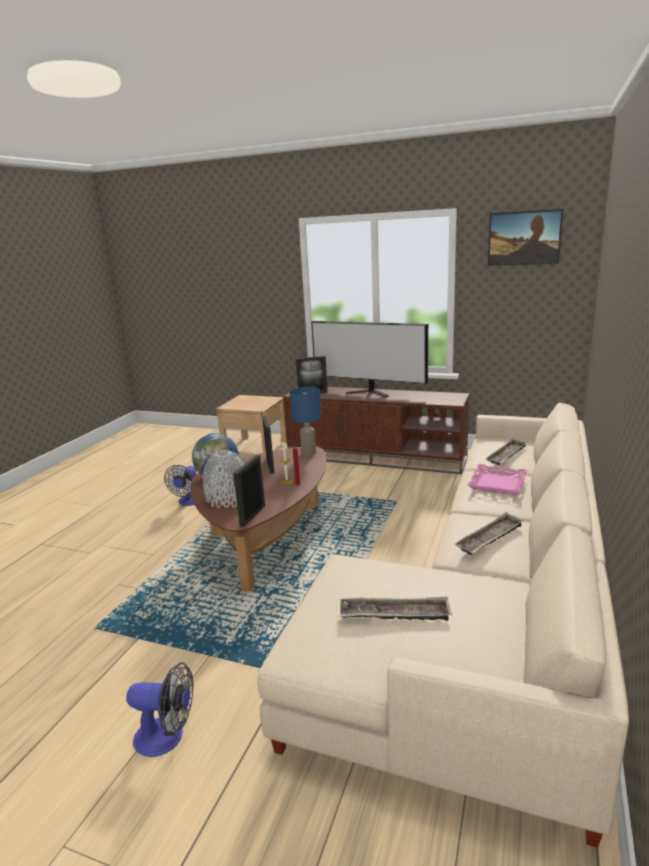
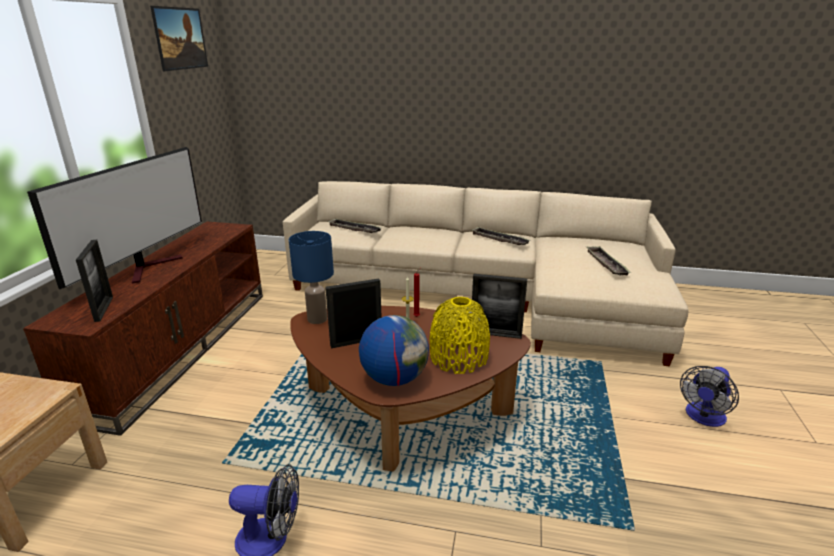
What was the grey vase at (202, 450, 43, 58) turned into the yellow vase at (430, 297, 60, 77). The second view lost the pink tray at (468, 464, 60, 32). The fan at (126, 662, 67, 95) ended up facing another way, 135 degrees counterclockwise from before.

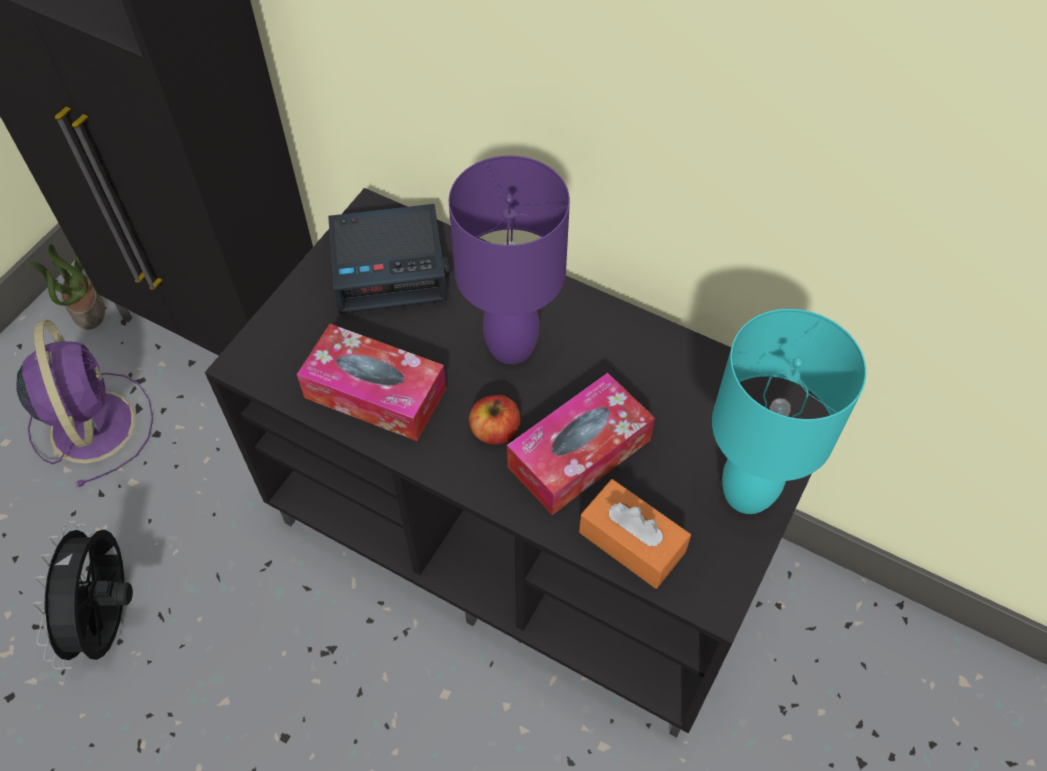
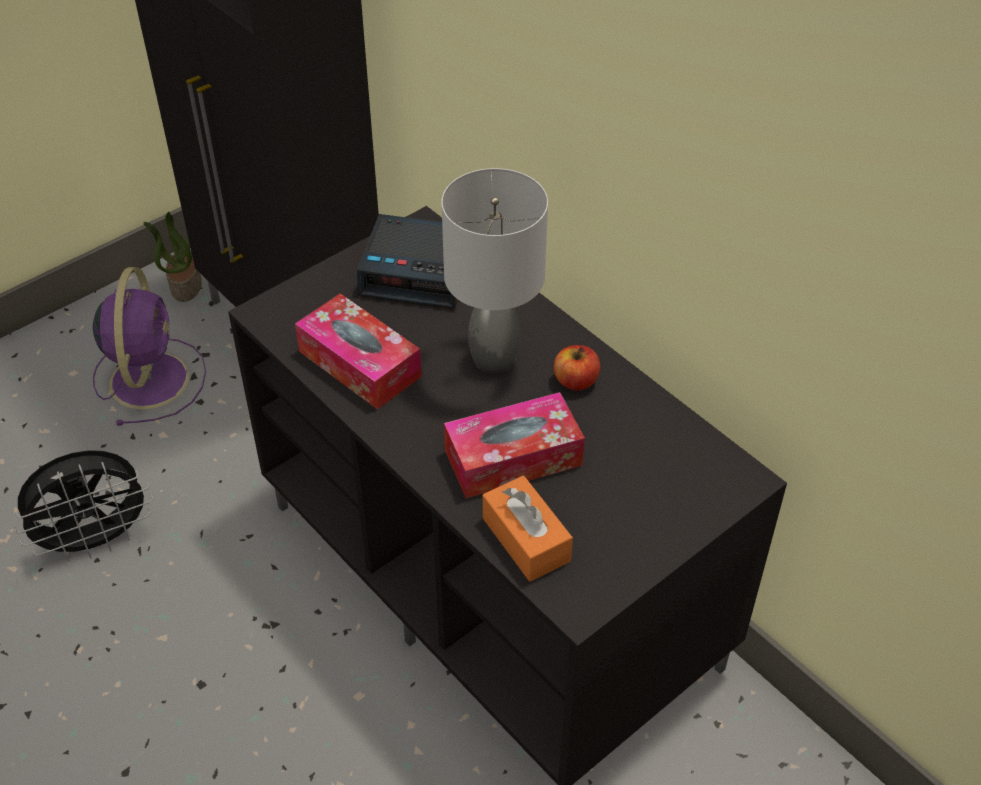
What was the purple table lamp at (449, 156, 121, 208) turned into the grey table lamp at (442, 168, 106, 206). The second view lost the turquoise table lamp at (712, 309, 154, 205). The apple ended up elsewhere, having gone from (469, 395, 52, 50) to (554, 345, 46, 46). The black fan at (32, 521, 101, 148) ended up facing another way, 135 degrees counterclockwise from before.

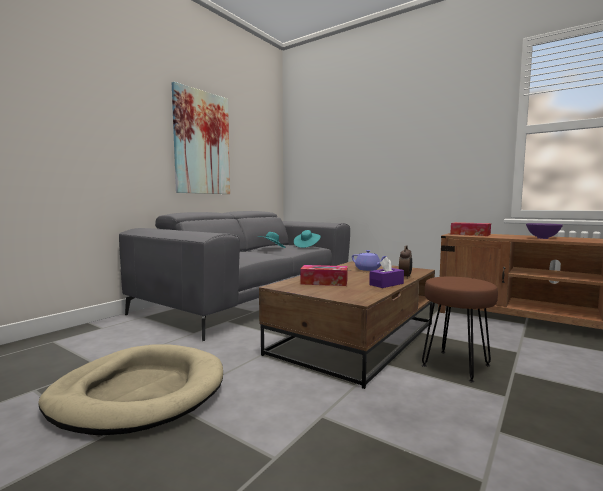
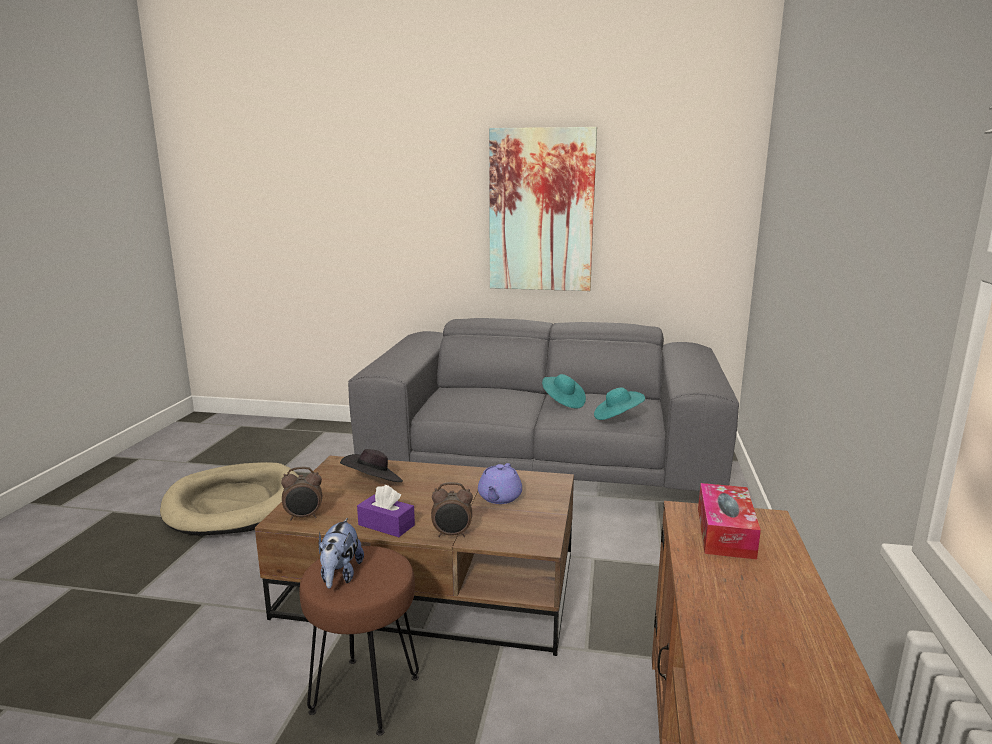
The second view lost the purple bowl at (526, 223, 37, 16). Where the tissue box stood at (300, 265, 48, 21), the black hat came to stand at (340, 449, 63, 33). The second view gained the alarm clock at (281, 467, 41, 53). The second view gained the plush toy at (319, 518, 45, 70).

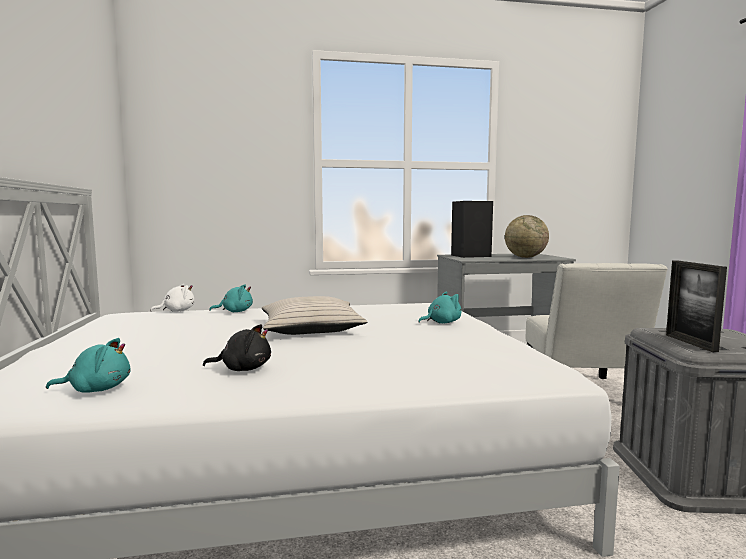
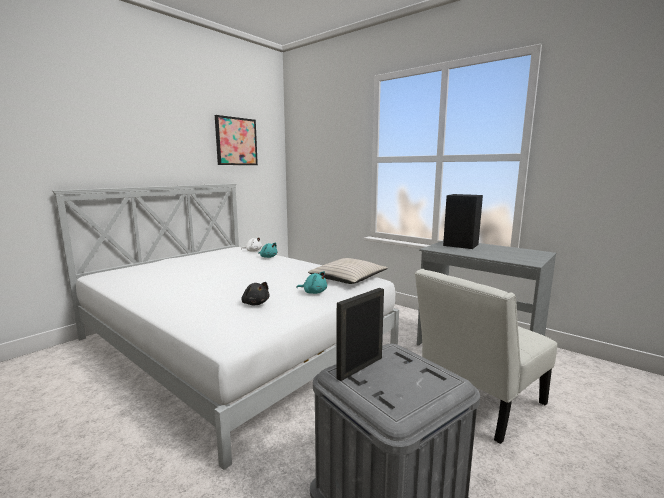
The second view lost the globe at (505, 215, 44, 43). The beige pillow ended up elsewhere, having gone from (262, 296, 106, 39) to (308, 258, 80, 26). The black plush toy ended up elsewhere, having gone from (203, 324, 68, 47) to (241, 282, 29, 23). The second view lost the turquoise plush toy at (46, 338, 85, 55). The second view gained the picture at (215, 115, 43, 50).

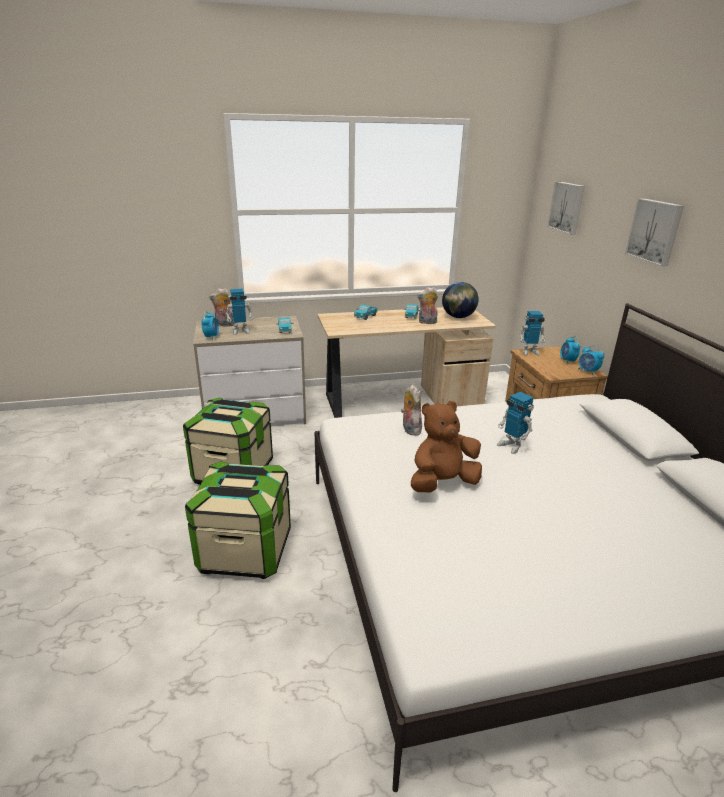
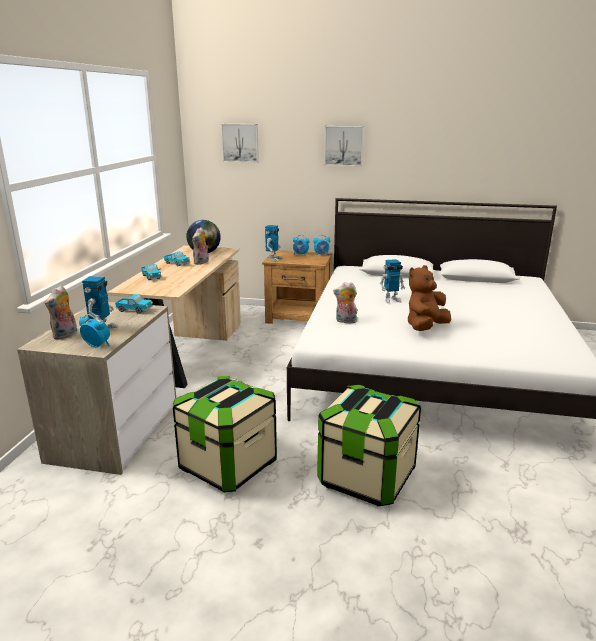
The brown plush toy at (411, 401, 71, 91) ended up facing another way, 45 degrees clockwise from before.

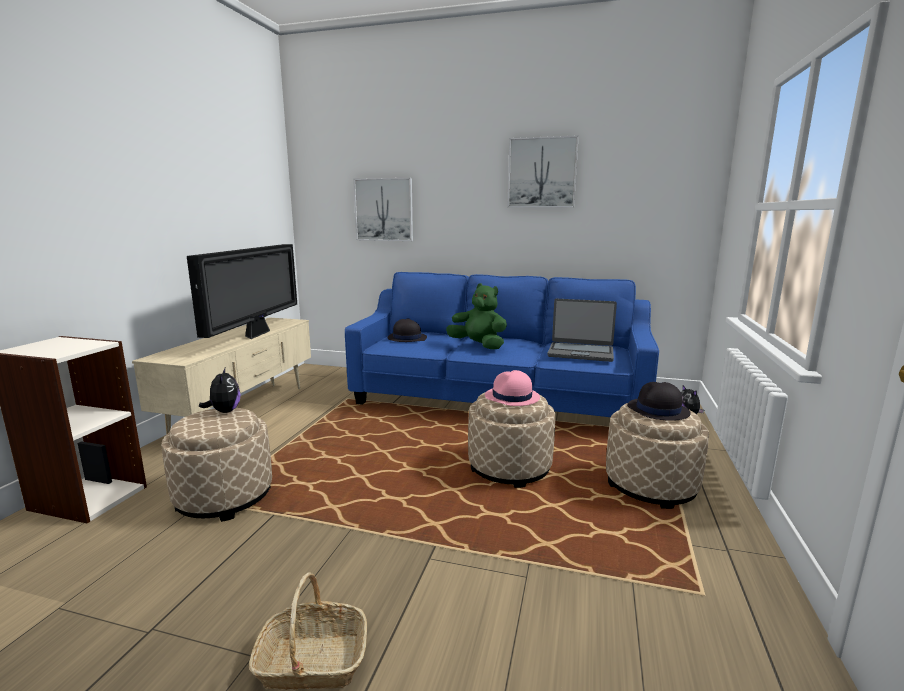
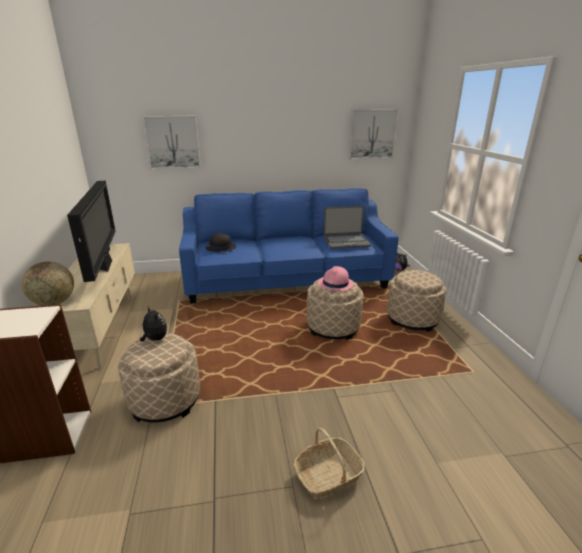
The picture ended up elsewhere, having gone from (507, 135, 72, 73) to (349, 109, 49, 50). The second view lost the green plush toy at (446, 283, 61, 66). The second view lost the black hat at (627, 382, 64, 39). The second view gained the globe at (22, 261, 52, 45).

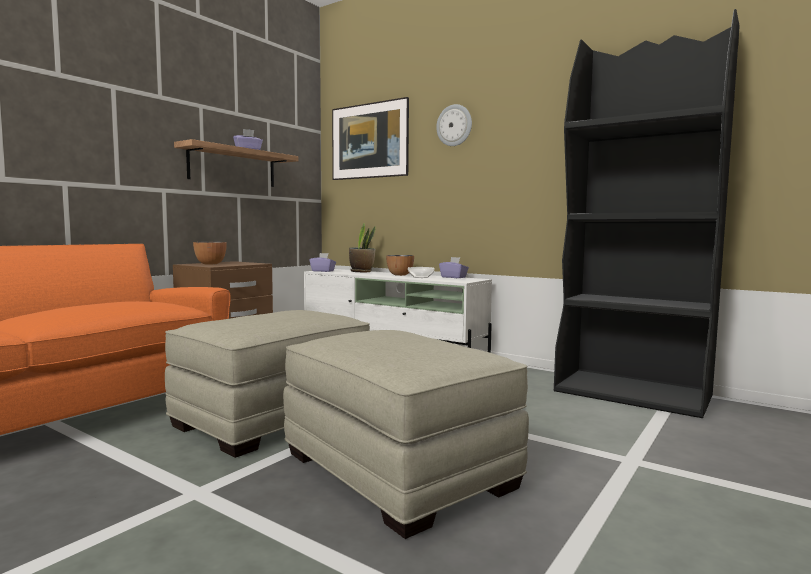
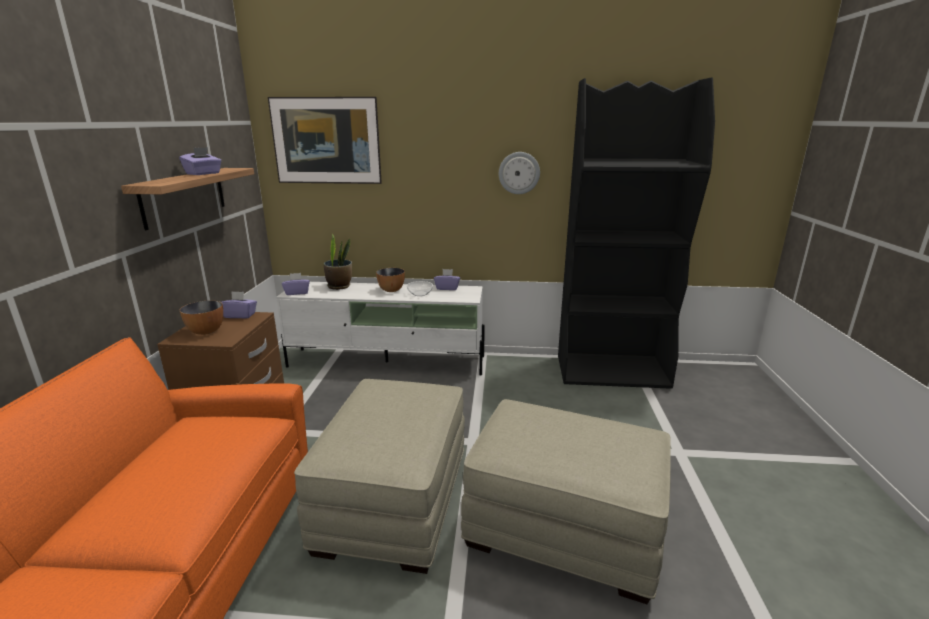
The wall clock ended up elsewhere, having gone from (436, 104, 36, 42) to (499, 152, 41, 42). The second view gained the purple tissue box at (221, 291, 36, 27).

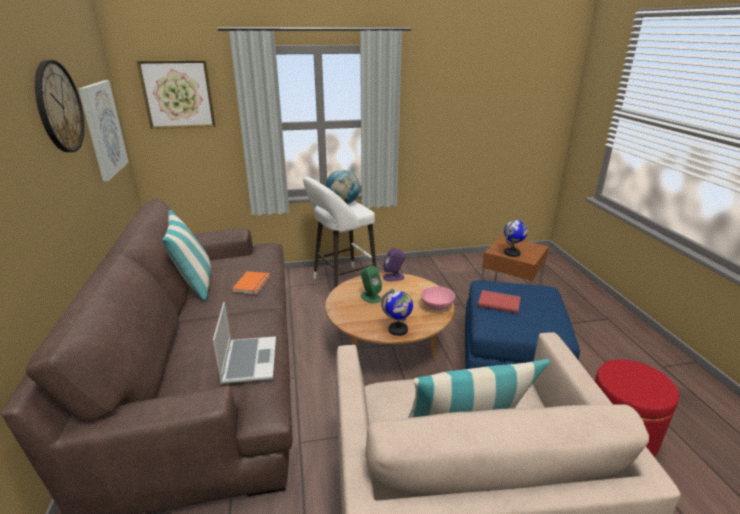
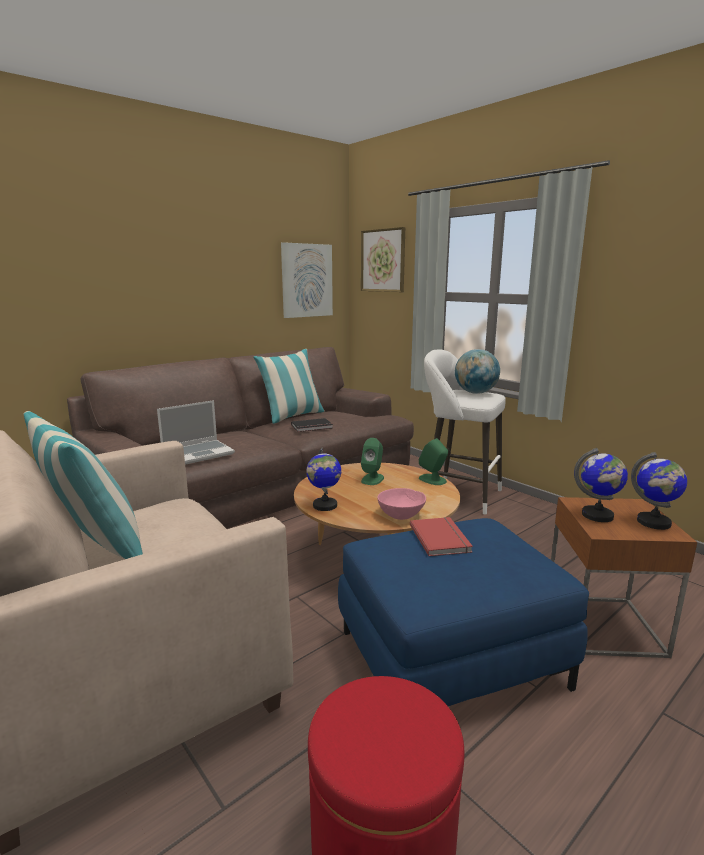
The second view lost the wall clock at (35, 60, 49, 92). What was the purple speaker at (383, 247, 23, 34) turned into the green speaker at (419, 438, 29, 47). What was the orange book at (232, 271, 38, 23) turned into the black book at (291, 418, 42, 14). The second view gained the globe at (631, 452, 56, 78).

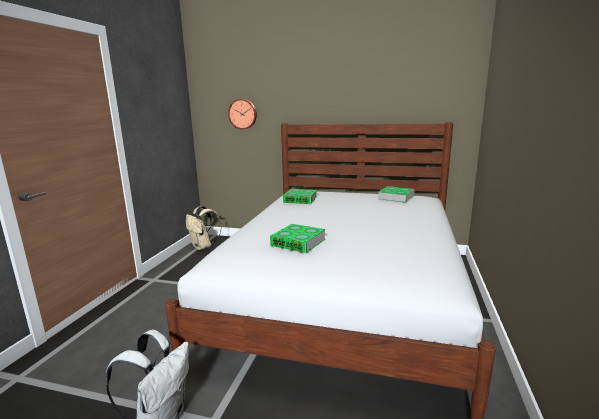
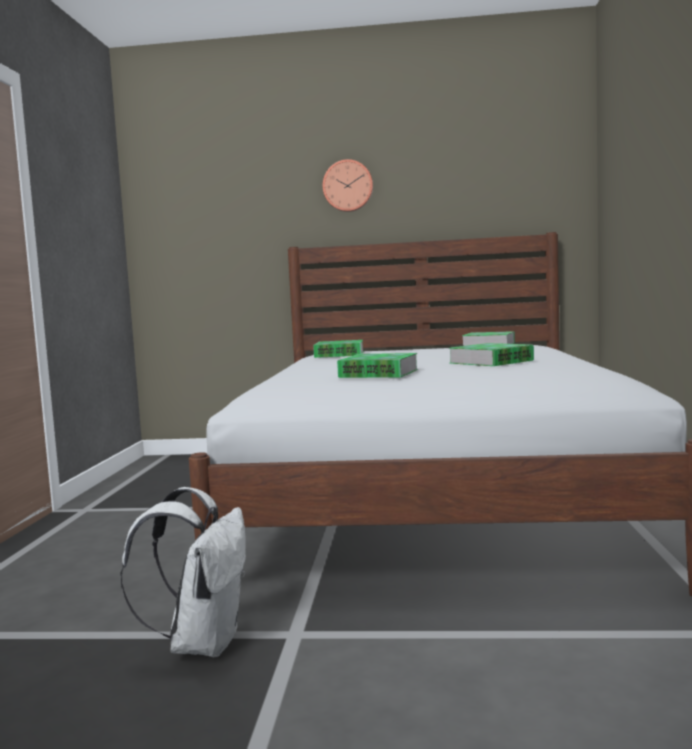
The wall clock ended up elsewhere, having gone from (228, 99, 29, 30) to (322, 159, 51, 53). The second view lost the beige backpack at (186, 206, 36, 44). The second view gained the book at (450, 343, 84, 23).

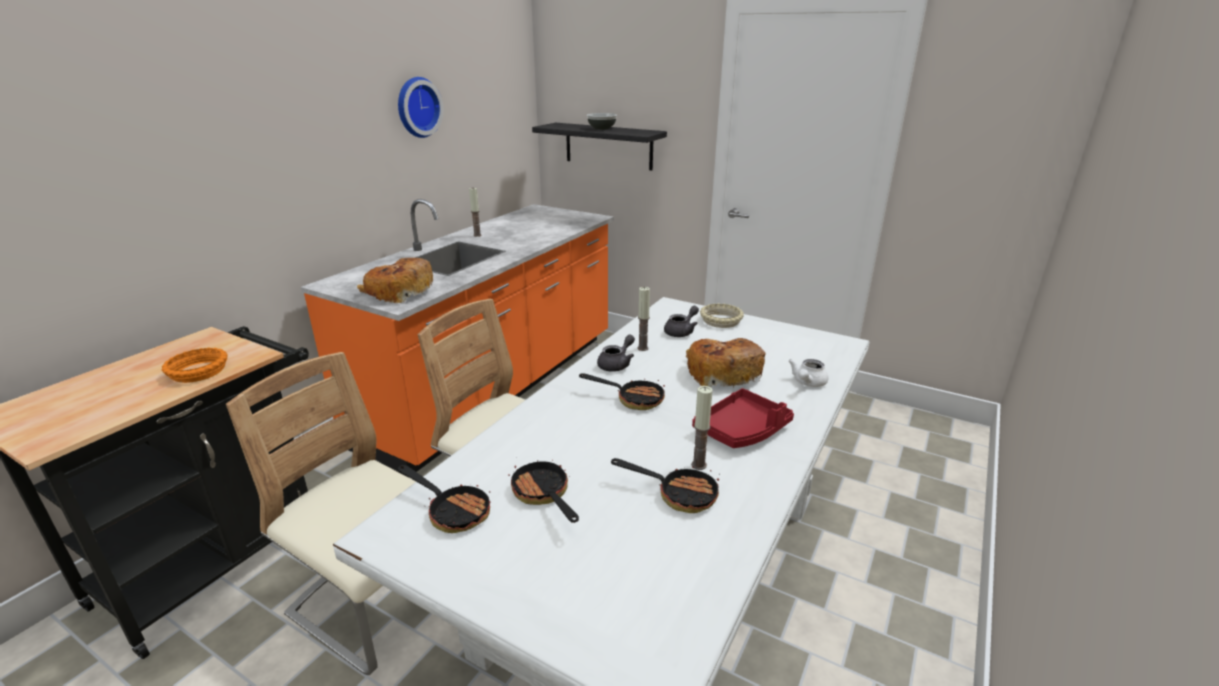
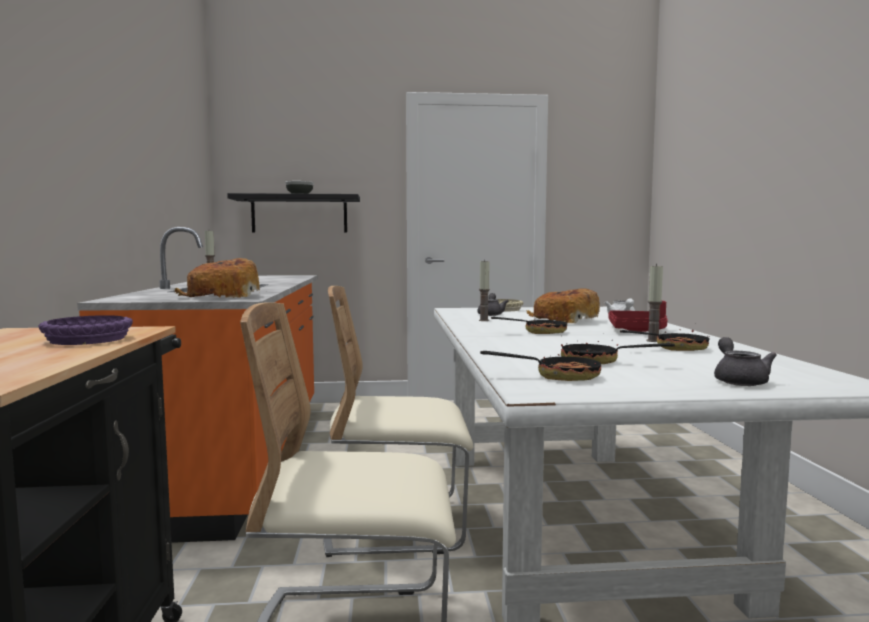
The second view lost the wall clock at (398, 77, 45, 61). The grey teapot ended up elsewhere, having gone from (597, 335, 38, 37) to (714, 337, 63, 49). What was the orange bowl at (161, 348, 67, 35) turned into the purple bowl at (38, 315, 95, 30).

